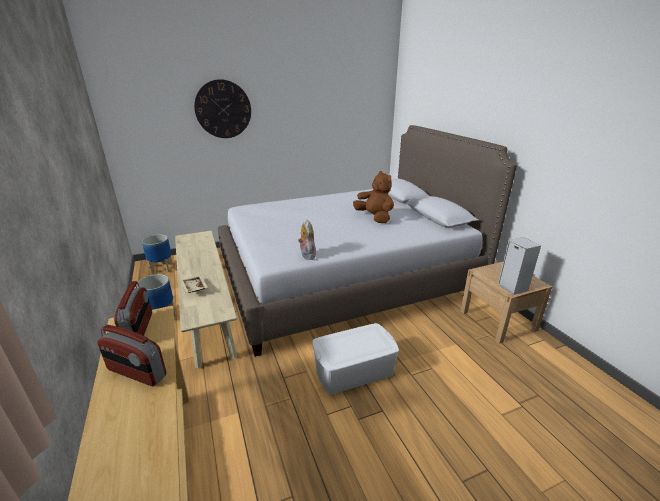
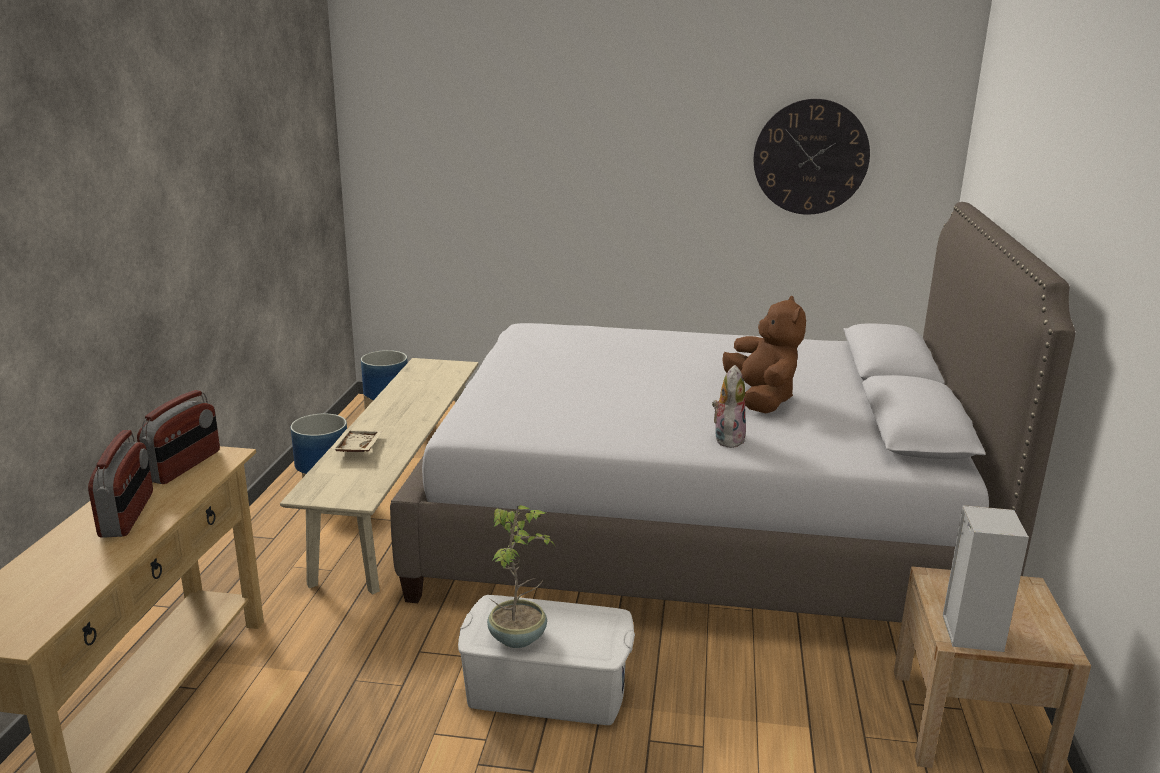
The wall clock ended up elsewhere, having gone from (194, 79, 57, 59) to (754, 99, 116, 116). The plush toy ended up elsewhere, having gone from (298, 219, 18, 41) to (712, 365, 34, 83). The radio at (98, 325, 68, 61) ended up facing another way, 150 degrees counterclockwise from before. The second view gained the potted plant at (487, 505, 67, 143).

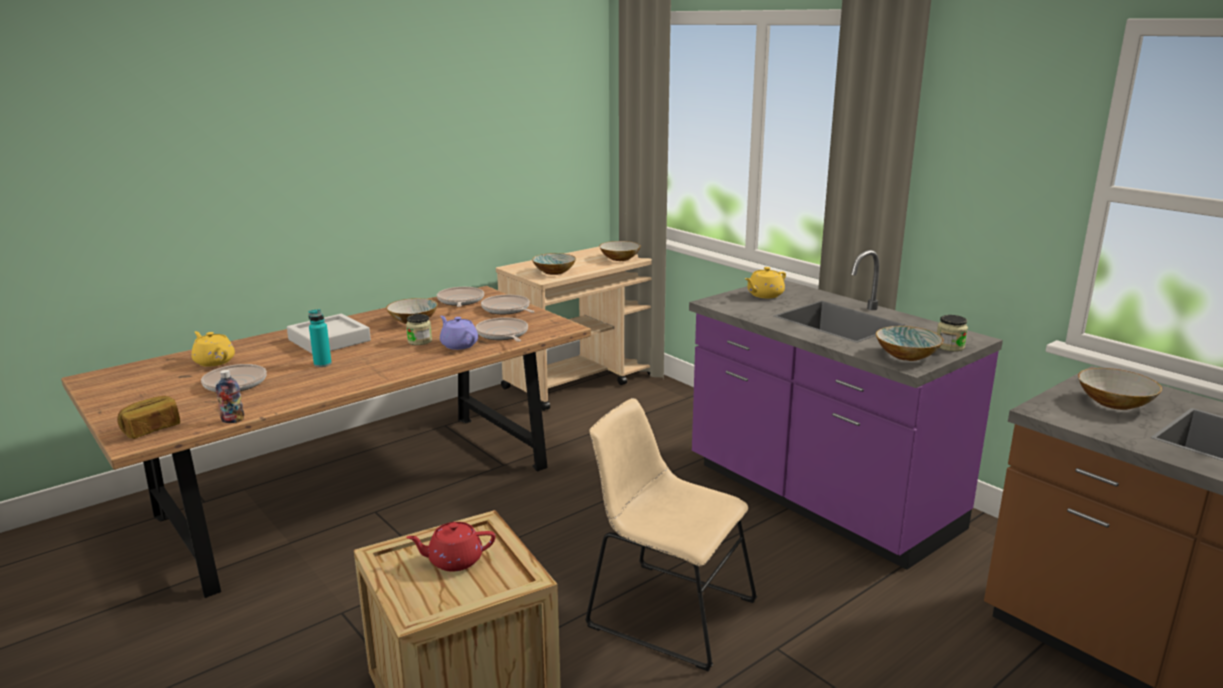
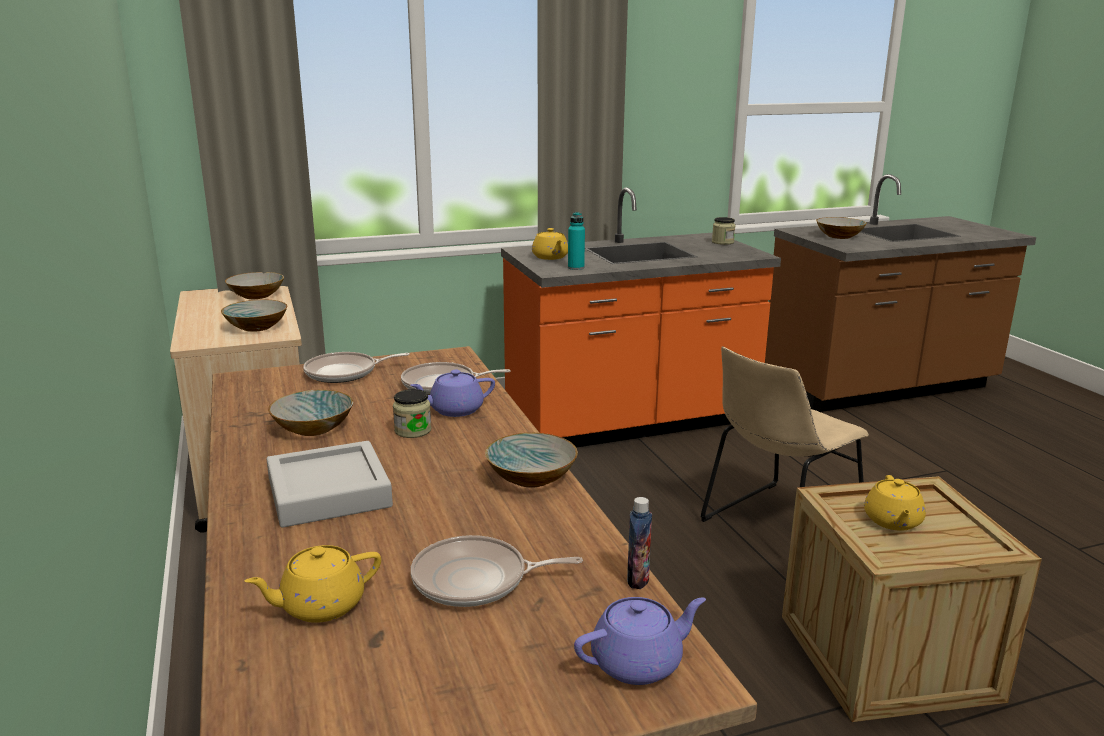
What was the purple counter at (689, 250, 314, 320) turned into the orange counter at (501, 187, 280, 261). The second view lost the frying pan at (437, 287, 47, 20). The turquoise bottle ended up elsewhere, having gone from (308, 309, 24, 58) to (568, 212, 17, 58). The bowl ended up elsewhere, having gone from (876, 326, 68, 35) to (485, 433, 93, 55). Where the bread stood at (117, 396, 63, 43), the purple teapot came to stand at (574, 597, 132, 88). What was the red teapot at (406, 522, 89, 50) turned into the yellow teapot at (864, 475, 62, 56).

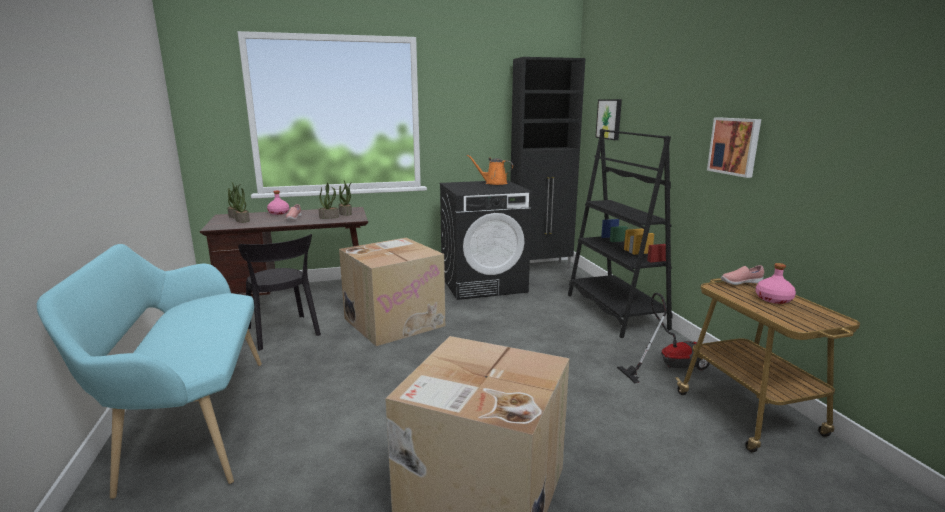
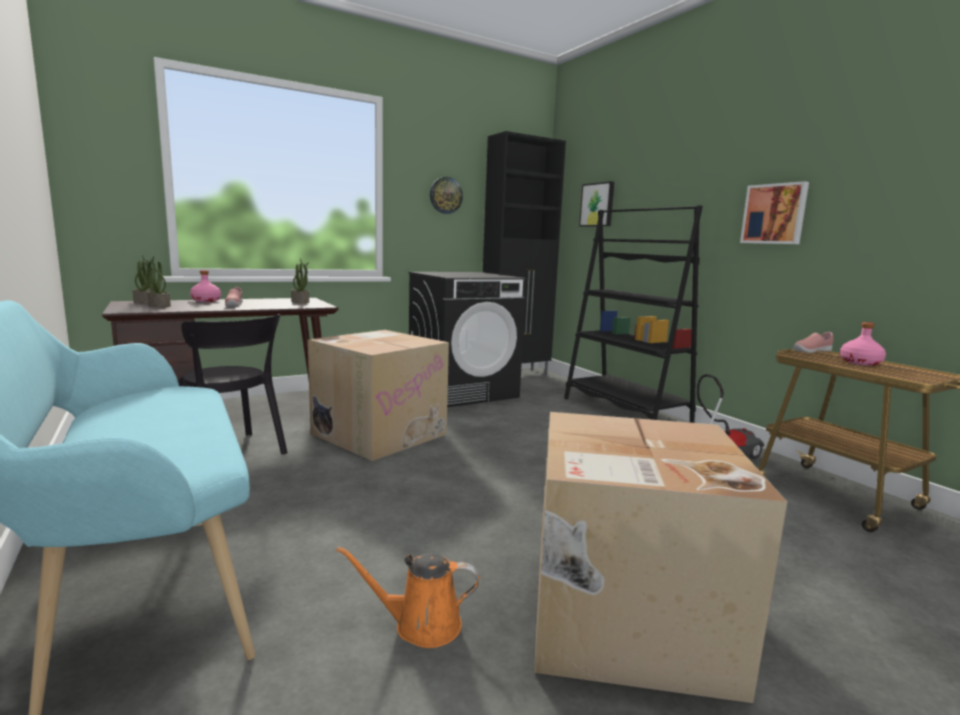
The orange watering can ended up elsewhere, having gone from (467, 155, 46, 30) to (336, 546, 143, 102). The second view lost the potted plant at (319, 183, 20, 36). The second view gained the wall clock at (430, 177, 33, 37).

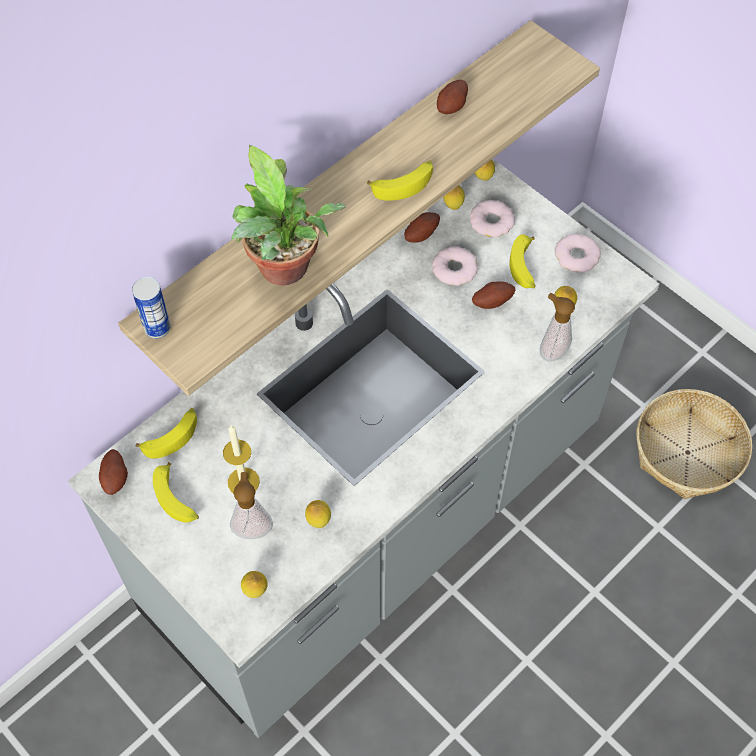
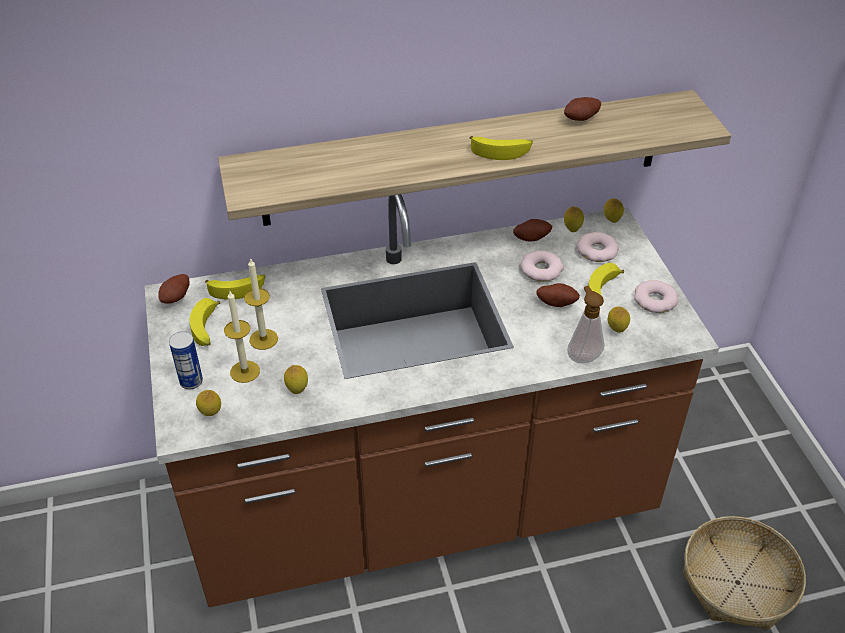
The second view lost the potted plant at (231, 145, 115, 141). What was the grey counter at (68, 158, 591, 580) turned into the brown counter at (145, 194, 574, 413). The can ended up elsewhere, having gone from (132, 277, 39, 62) to (169, 331, 34, 59). Where the soap dispenser stood at (230, 472, 43, 67), the candle came to stand at (224, 291, 36, 92).

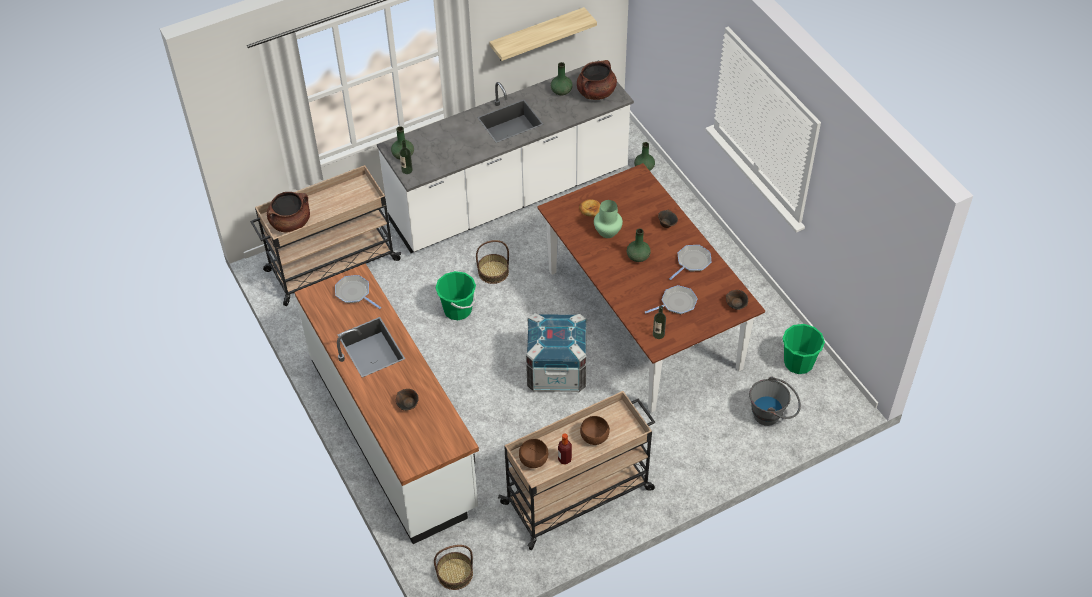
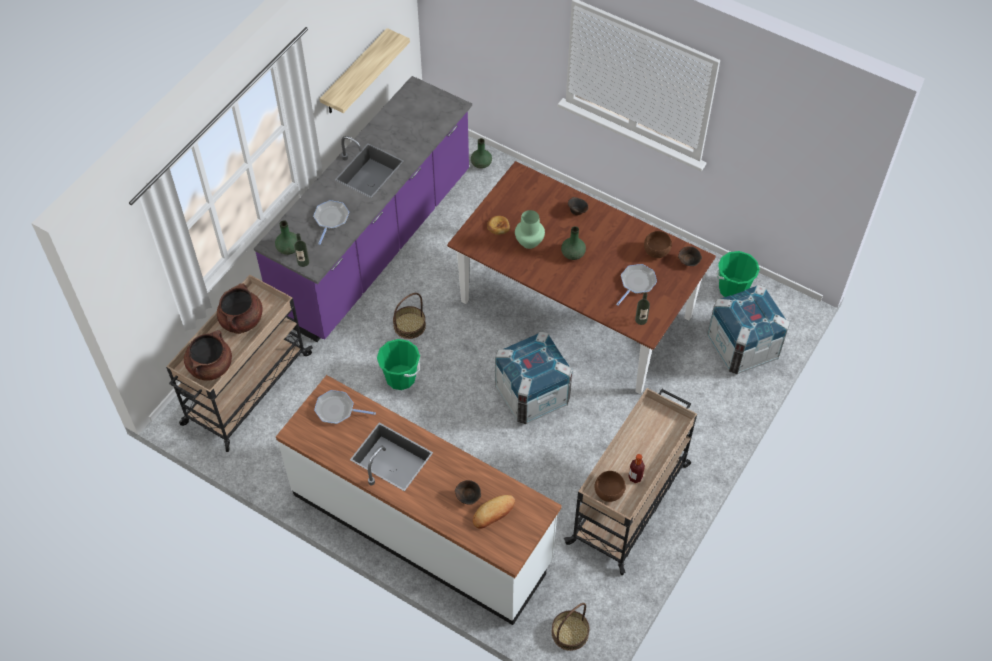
What was the white counter at (377, 60, 257, 193) turned into the purple counter at (254, 76, 218, 266). The brown cooking pot ended up elsewhere, having gone from (577, 60, 40, 40) to (217, 283, 46, 51). The second view lost the green vase at (551, 62, 22, 33). The frying pan ended up elsewhere, having gone from (669, 245, 42, 35) to (313, 200, 36, 45). Where the grey bucket stood at (749, 376, 52, 50), the crate came to stand at (707, 284, 83, 90). The brown bowl ended up elsewhere, having gone from (580, 416, 30, 29) to (644, 231, 28, 27). The second view gained the bread at (473, 495, 42, 34).

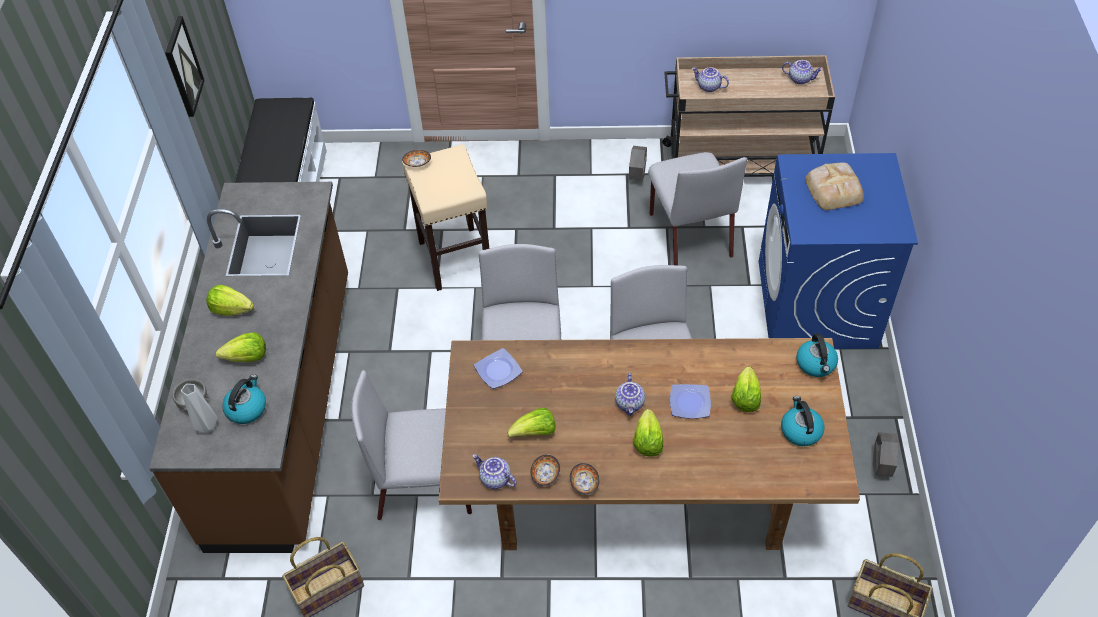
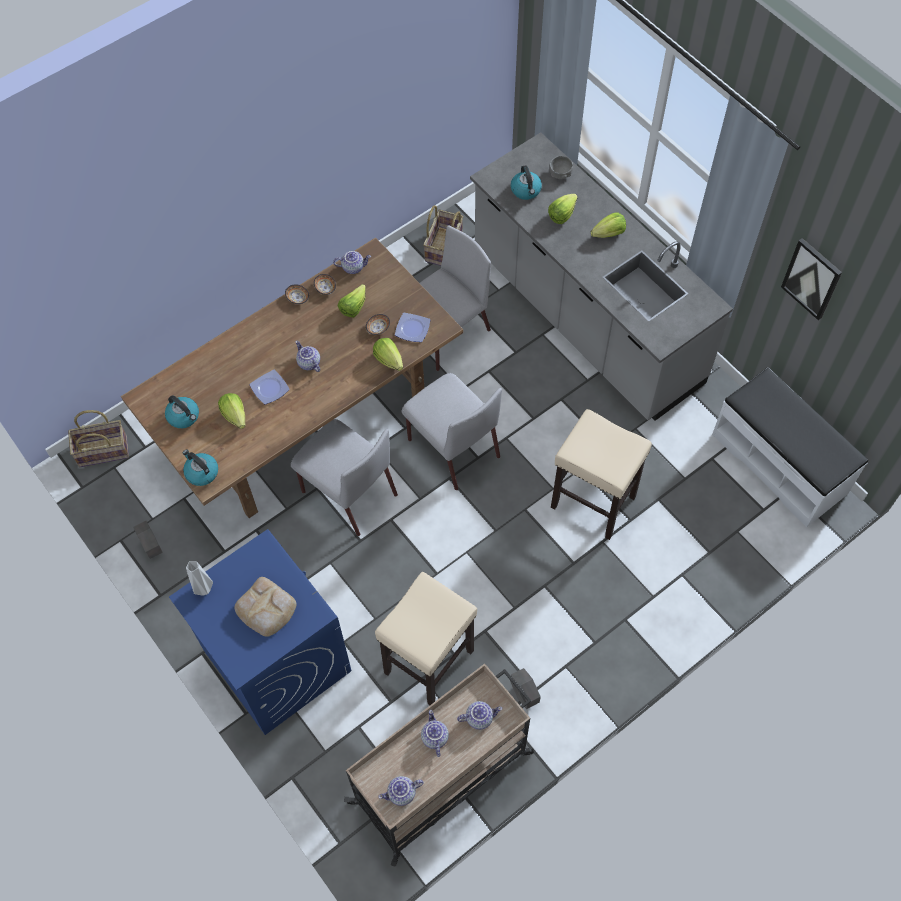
The bowl ended up elsewhere, having gone from (402, 150, 29, 17) to (366, 314, 24, 21). Where the grey chair stood at (648, 152, 99, 113), the beige stool came to stand at (375, 572, 102, 133). What was the brown counter at (149, 182, 199, 371) turned into the grey counter at (470, 132, 263, 289). The grey vase ended up elsewhere, having gone from (181, 384, 37, 50) to (186, 561, 27, 34). The lettuce ended up elsewhere, having gone from (633, 409, 30, 48) to (373, 338, 30, 33). The second view gained the teapot at (421, 710, 28, 47).

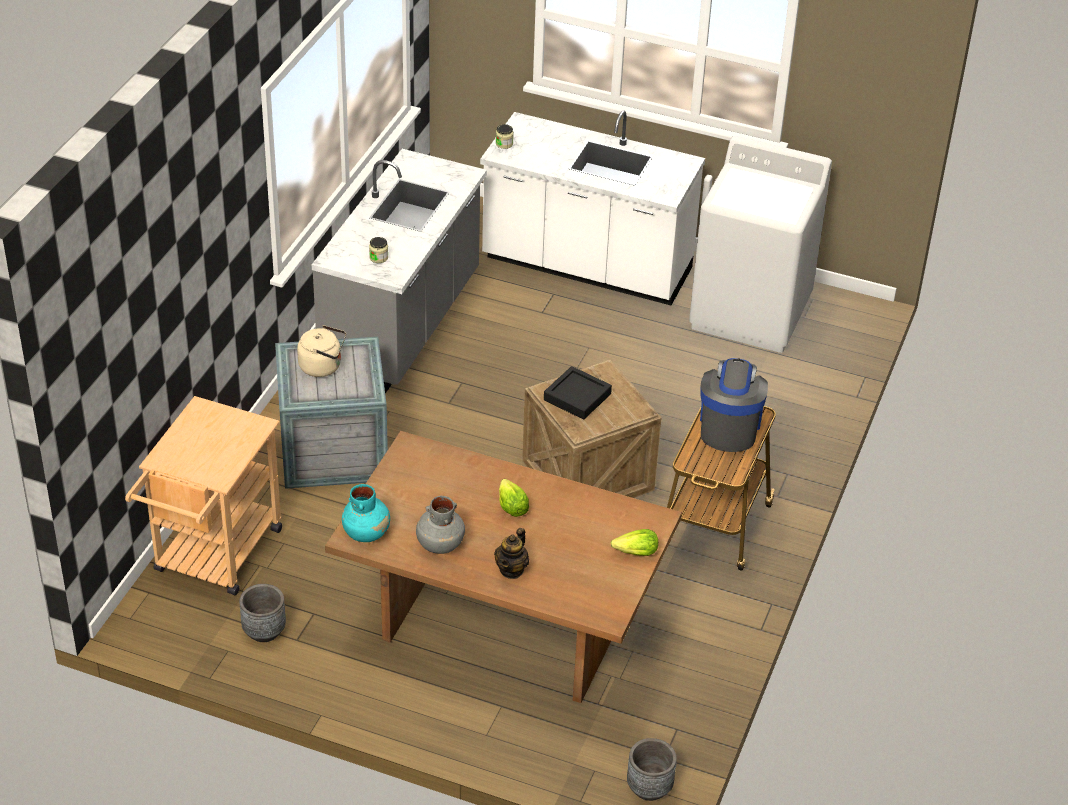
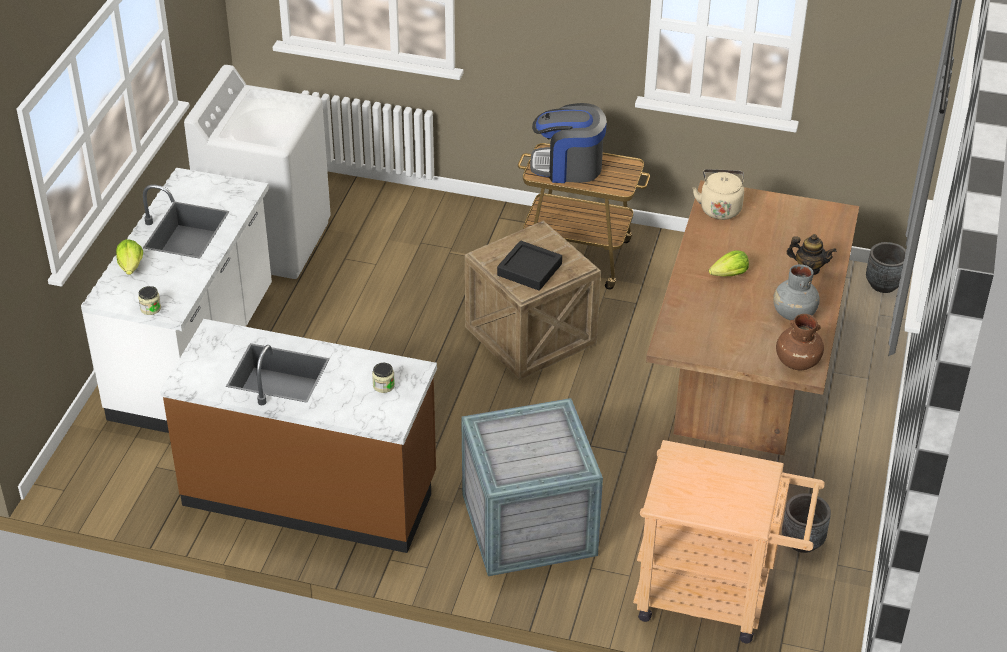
What was the grey counter at (312, 149, 175, 245) turned into the brown counter at (160, 319, 277, 234). The beige kettle ended up elsewhere, having gone from (297, 325, 49, 52) to (693, 169, 51, 51). What was the turquoise vase at (342, 484, 48, 58) turned into the brown vase at (776, 314, 48, 56). The lettuce ended up elsewhere, having gone from (610, 529, 48, 27) to (116, 239, 27, 36).

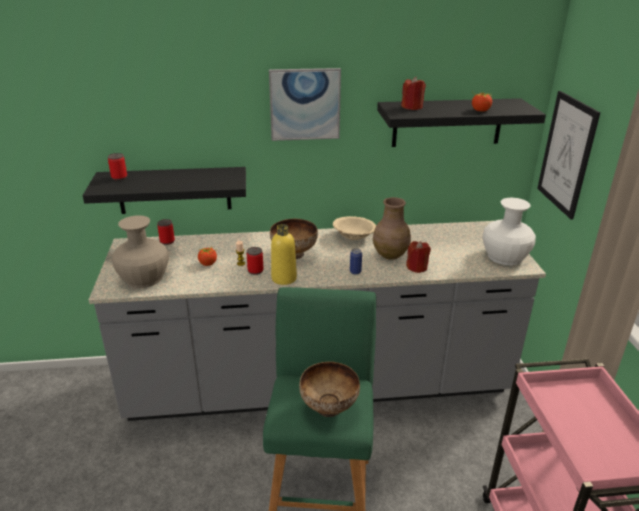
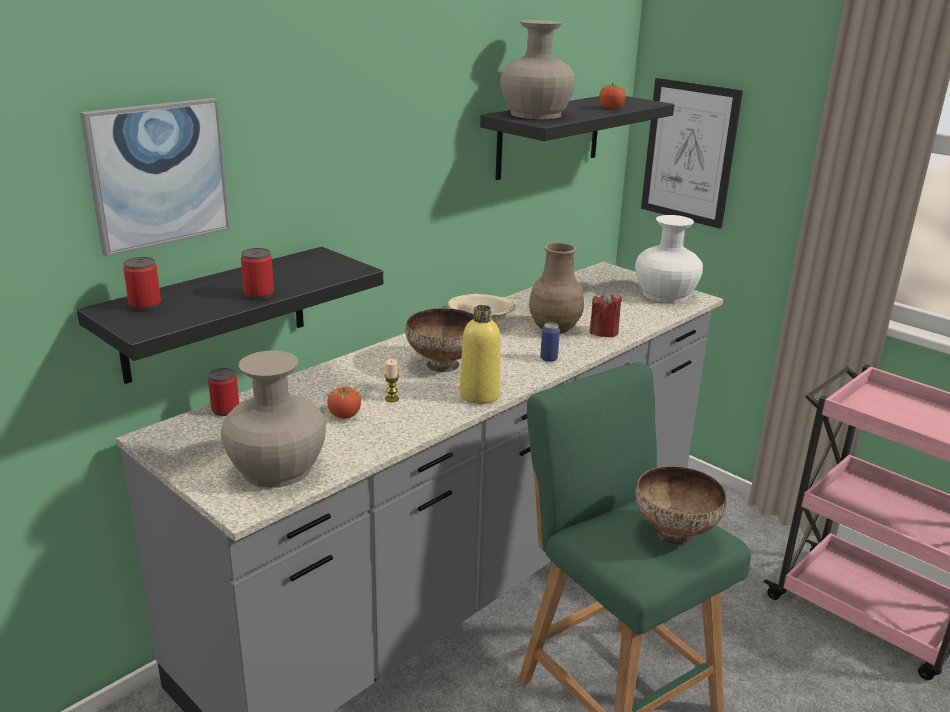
The picture ended up elsewhere, having gone from (269, 68, 72, 73) to (80, 98, 150, 159). Where the red candle stood at (401, 76, 25, 34), the beige vase came to stand at (500, 20, 75, 99). The can ended up elsewhere, having gone from (247, 247, 17, 28) to (241, 248, 33, 51).

